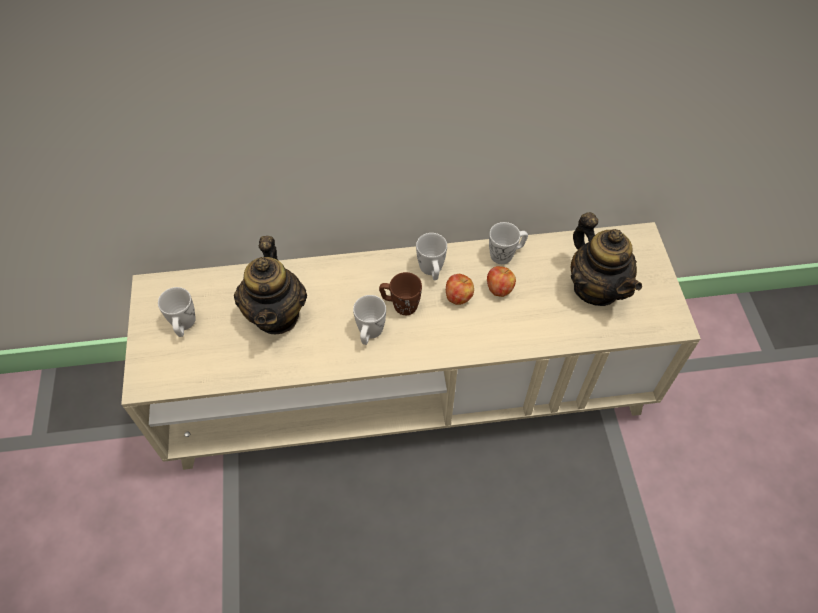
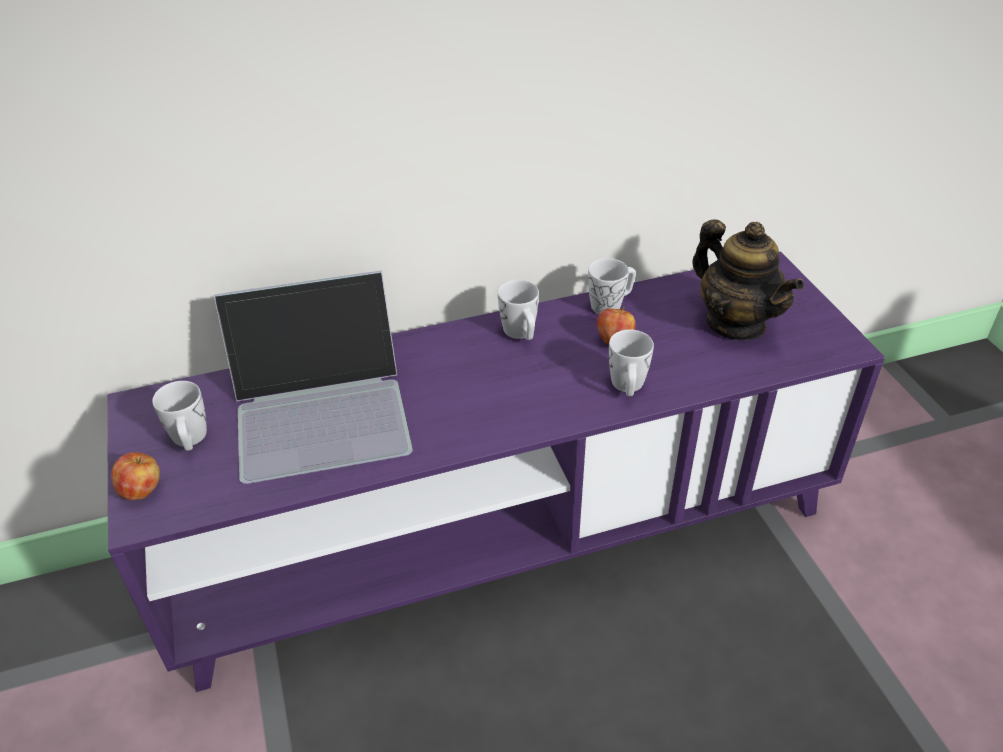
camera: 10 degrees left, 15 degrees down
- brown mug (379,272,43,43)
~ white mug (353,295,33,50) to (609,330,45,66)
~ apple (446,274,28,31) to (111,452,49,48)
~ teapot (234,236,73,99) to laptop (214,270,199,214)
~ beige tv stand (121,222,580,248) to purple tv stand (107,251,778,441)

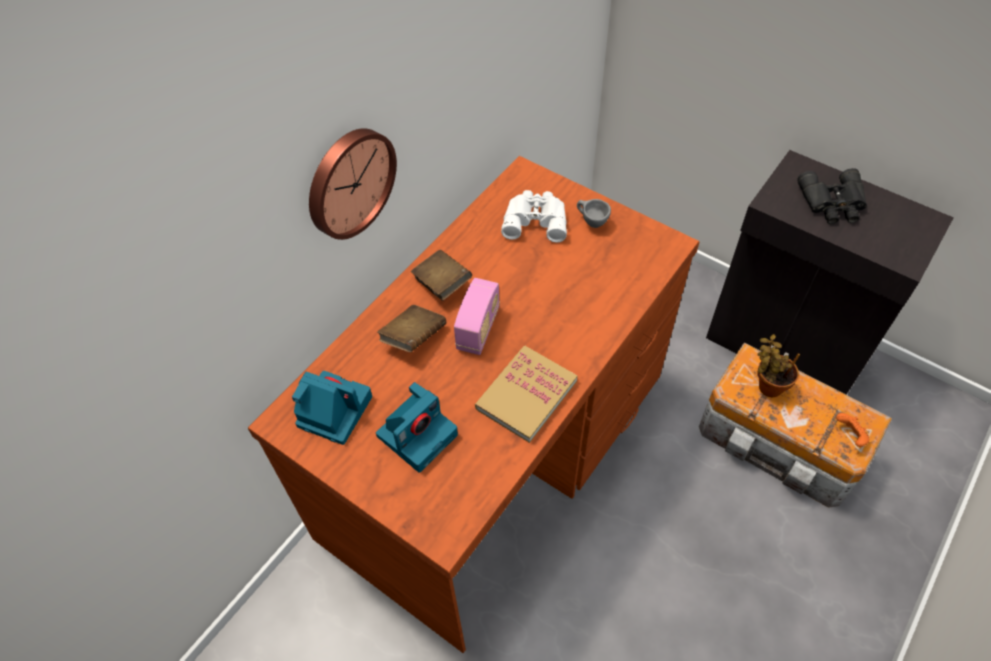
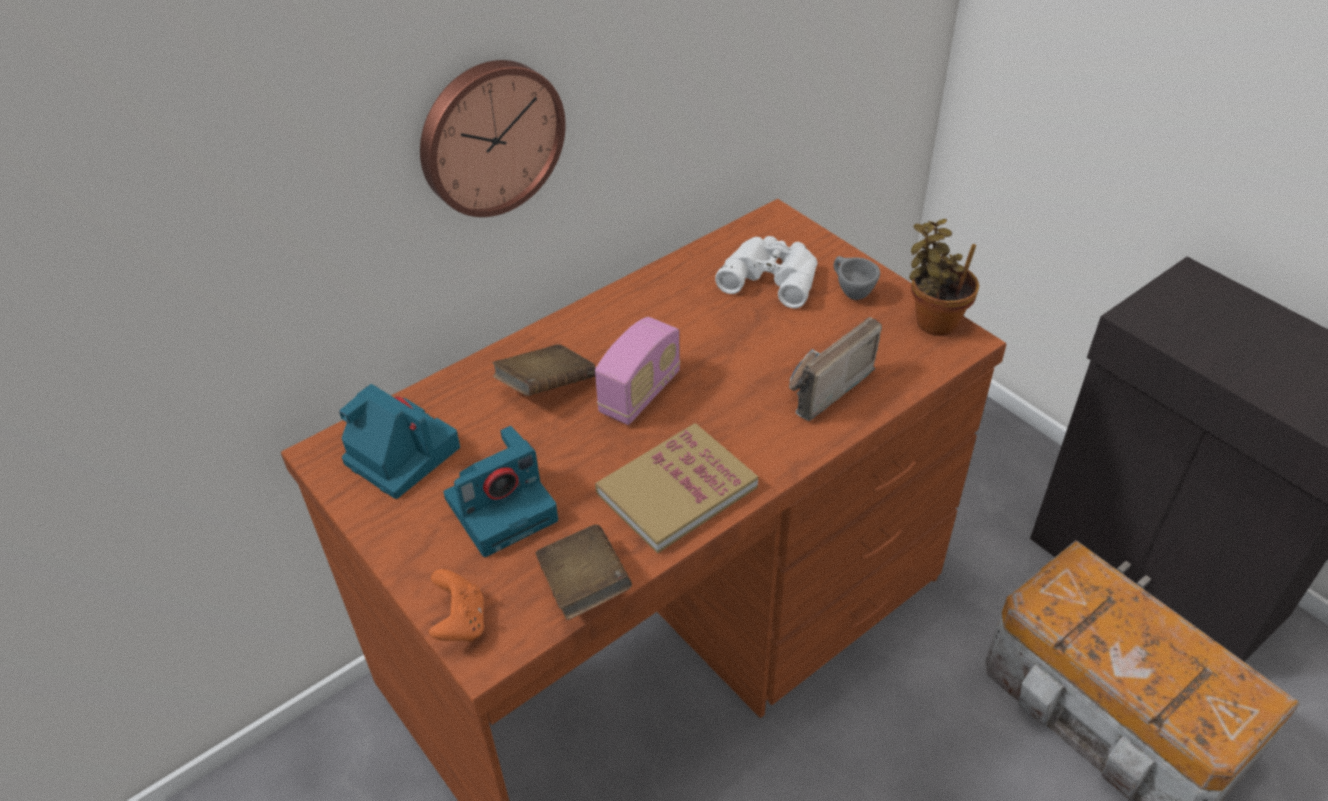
camera: 15 degrees right, 10 degrees down
- black binoculars (798,168,69,56)
+ radio (789,317,93,104)
~ brown book (411,250,61,51) to (536,525,96,95)
~ potted plant (757,334,43,63) to (909,219,70,117)
~ orange game controller (836,413,34,34) to (429,569,55,73)

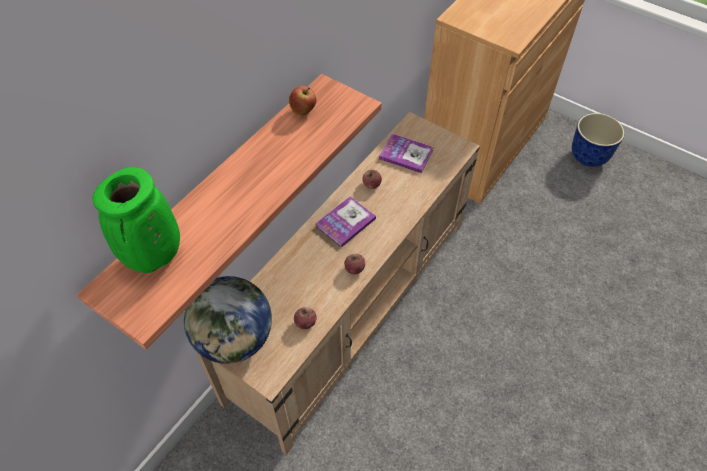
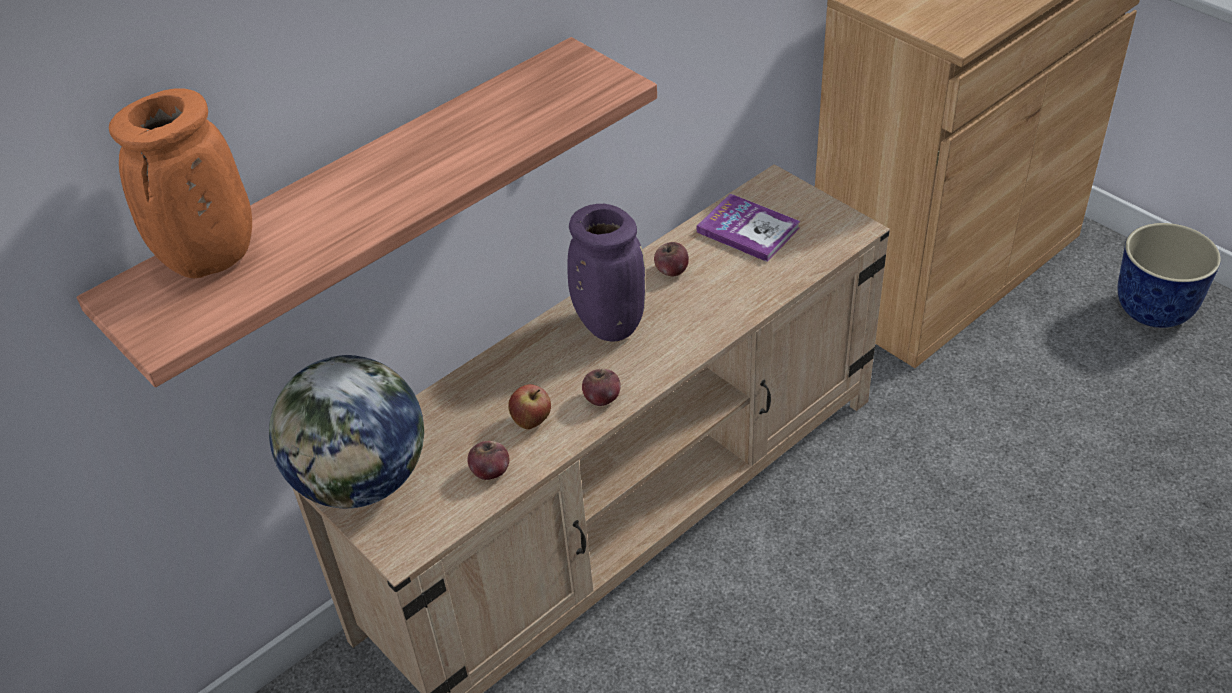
camera: 15 degrees right, 10 degrees down
~ apple (289,86,27,30) to (508,384,43,45)
~ book (315,196,61,52) to purple vase (567,204,79,138)
~ green vase (92,167,88,106) to orange vase (109,88,143,190)

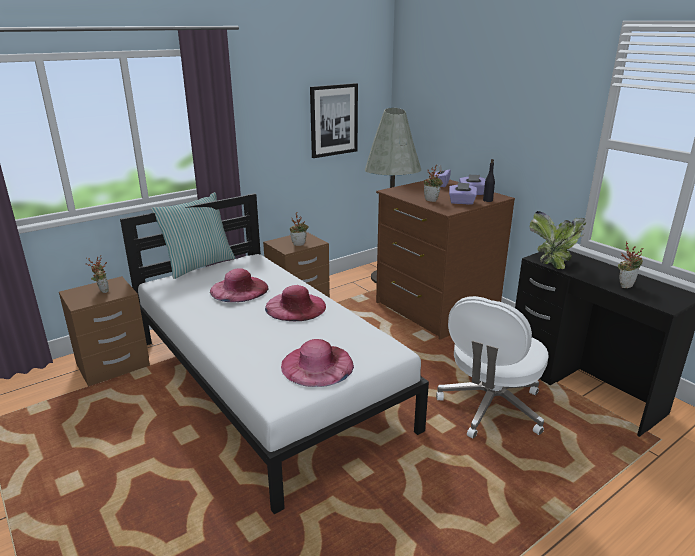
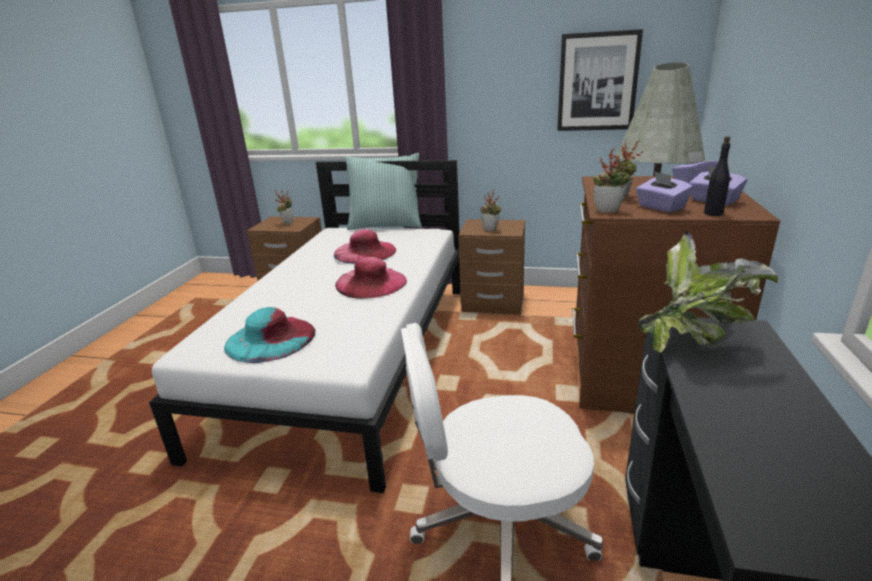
camera: 50 degrees right, 0 degrees up
~ potted plant (618,241,26,47) to (593,148,39,65)
~ pink hat (281,339,73,48) to turquoise hat (224,307,91,56)

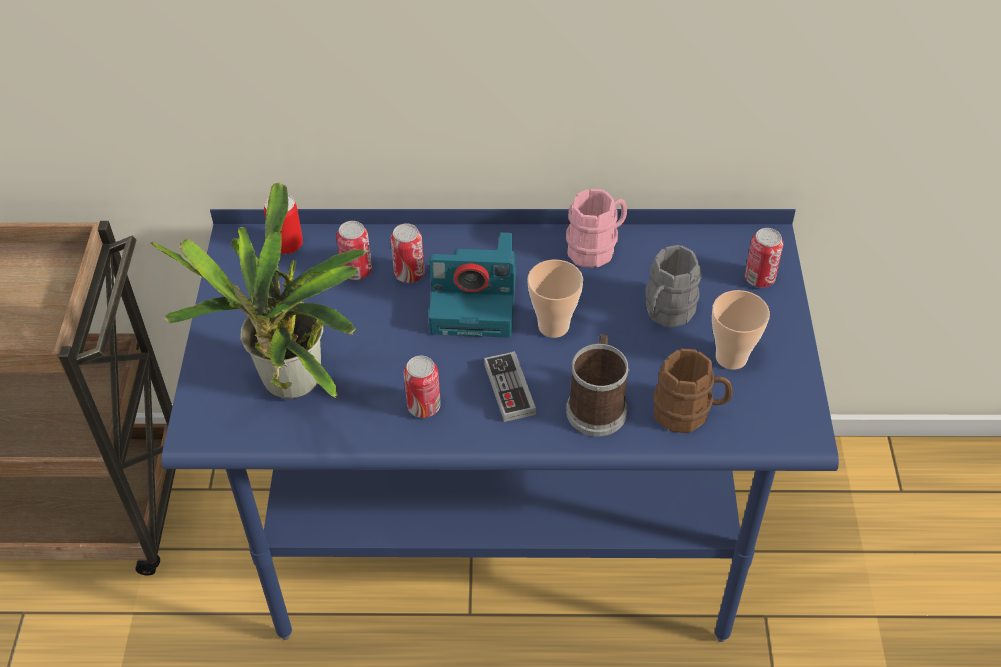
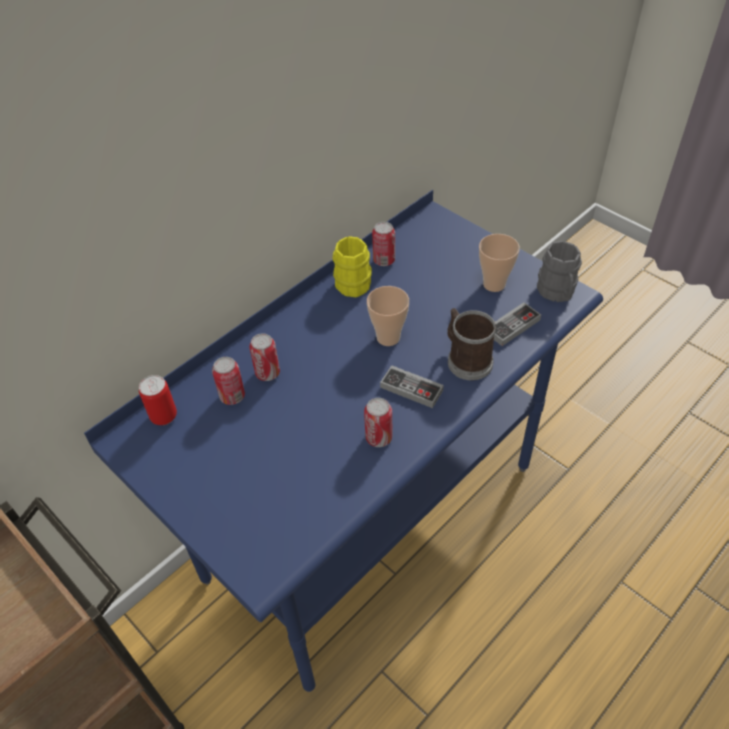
camera: 45 degrees left, 0 degrees up
- potted plant (151,182,216,217)
- photo camera (428,232,88,106)
~ grey mug (646,245,56,83) to (537,241,45,61)
~ can (745,228,38,60) to (372,222,23,44)
~ brown mug (653,349,79,84) to game controller (494,302,47,44)
~ pink mug (566,189,61,79) to yellow mug (333,236,39,61)

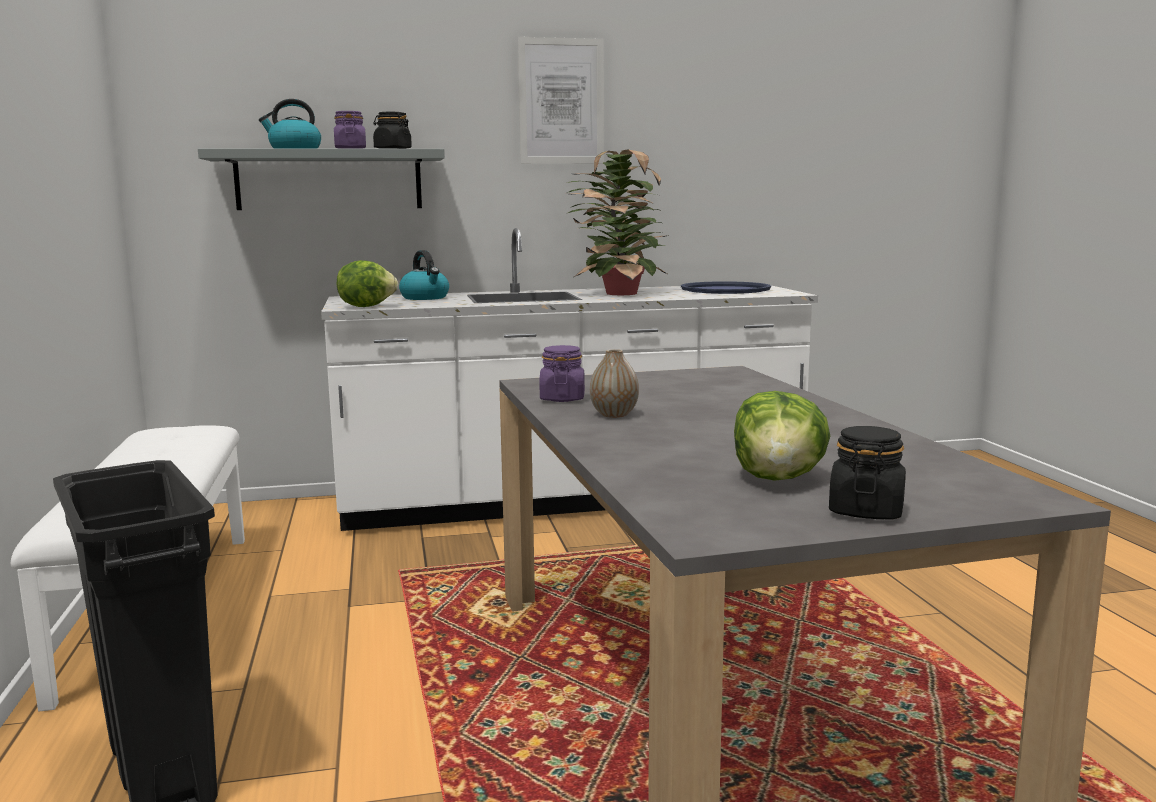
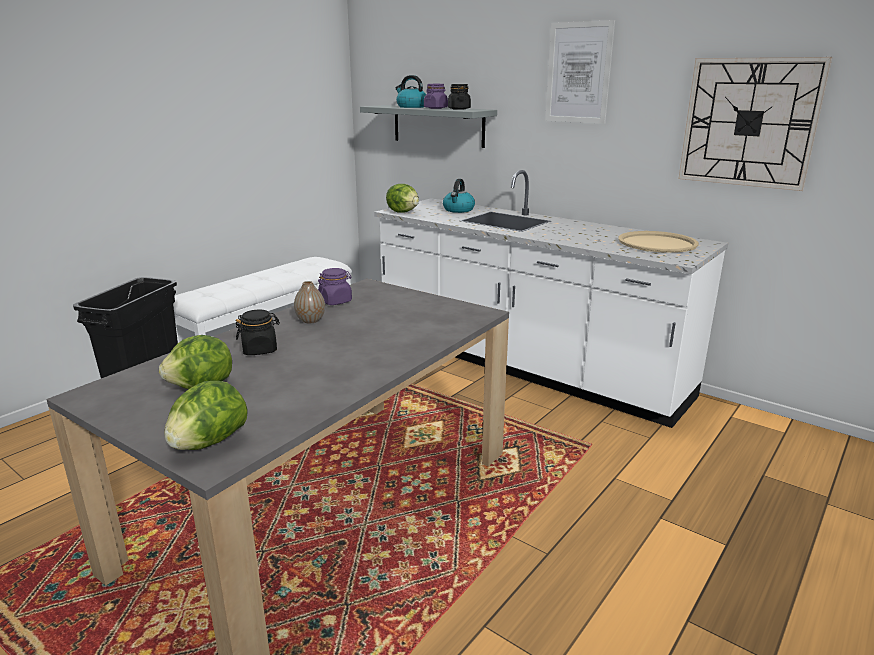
camera: 50 degrees right, 10 degrees up
- potted plant (566,149,103,146)
+ lettuce (164,381,84,69)
+ wall clock (678,57,154,134)
~ black jar (829,426,77,93) to (235,310,45,45)
~ blue tray (681,281,90,13) to beige tray (618,231,81,22)

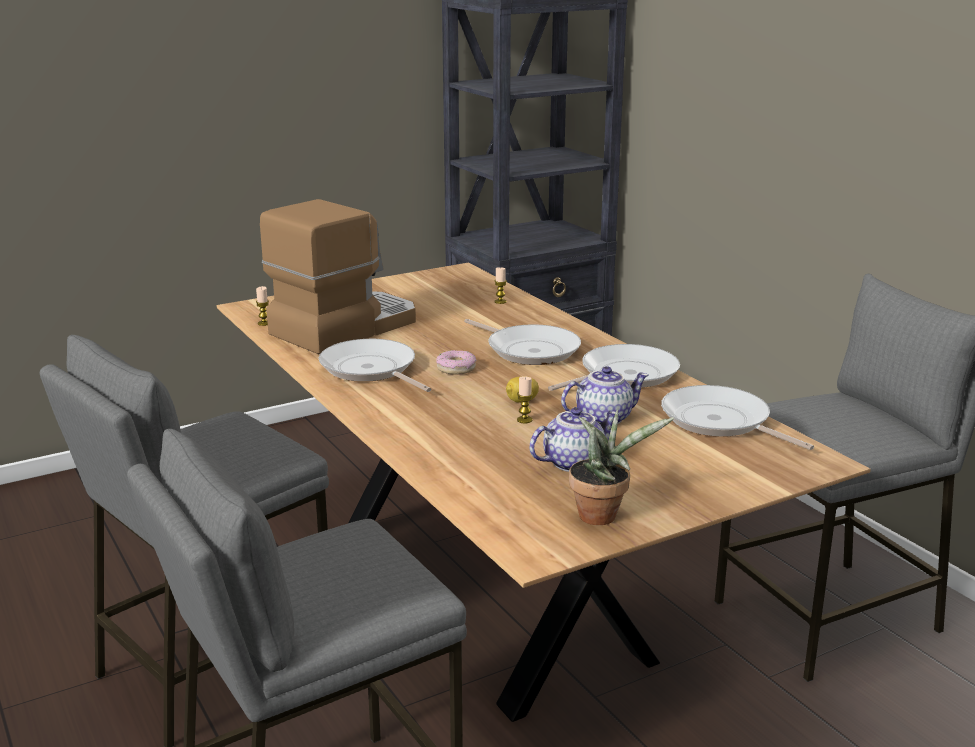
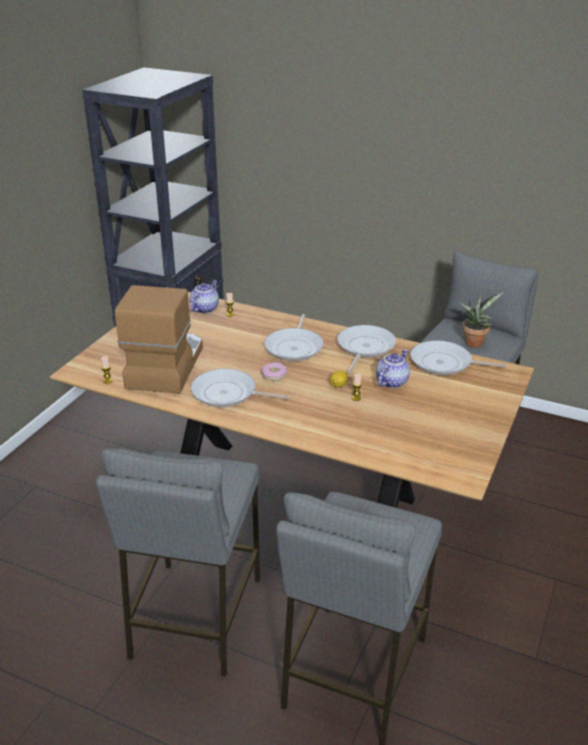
camera: 35 degrees left, 10 degrees up
~ teapot (530,407,89,65) to (190,280,29,33)
~ potted plant (569,409,105,116) to (459,292,44,55)
~ frying pan (464,319,117,46) = (264,314,59,47) 90 degrees clockwise

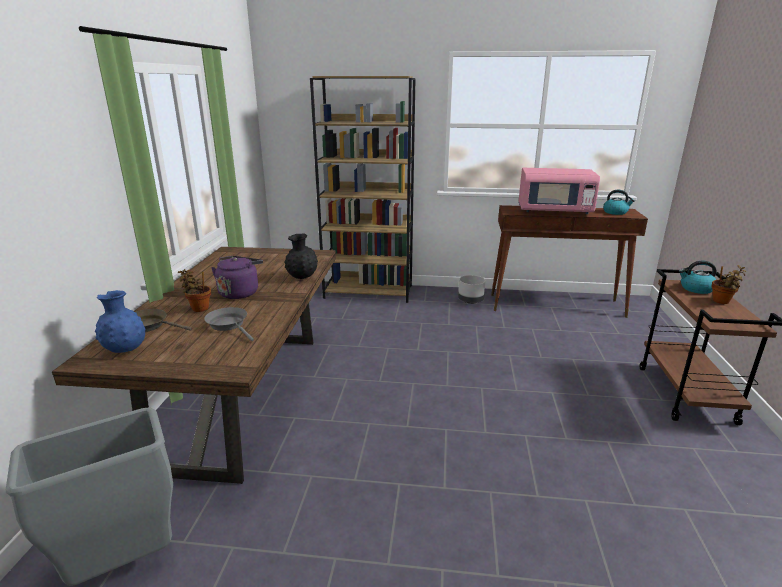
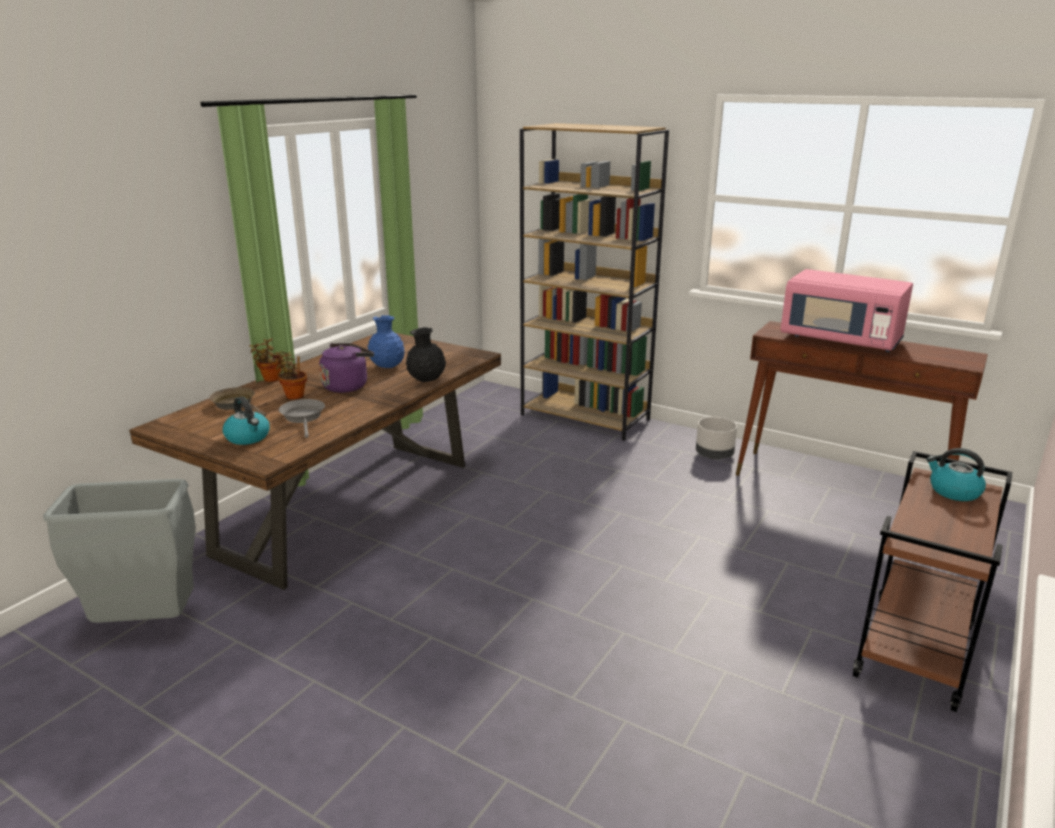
camera: 25 degrees right, 0 degrees up
~ blue vase (95,290,50,63) to (367,315,37,53)
~ kettle (603,190,32,25) to (223,397,47,48)
~ potted plant (711,265,35,39) to (249,338,34,44)

